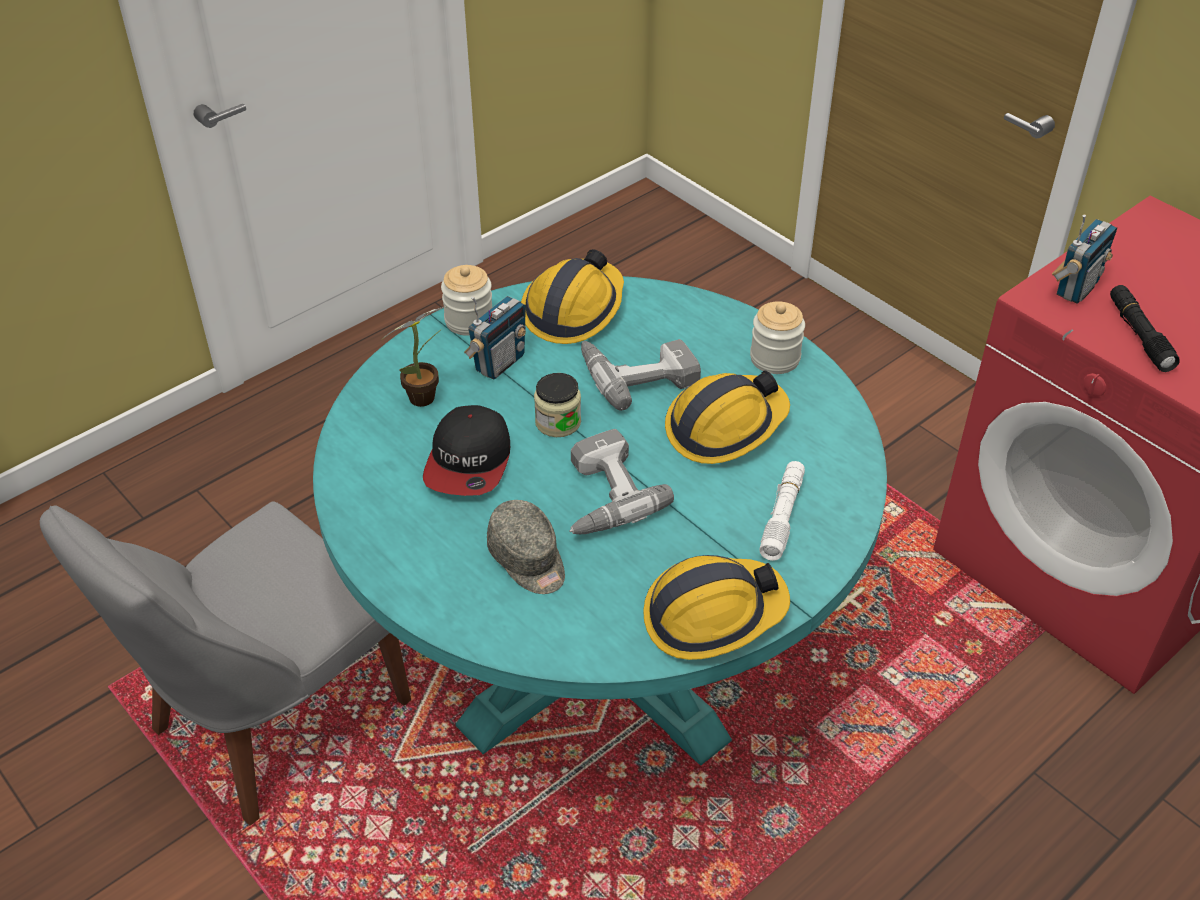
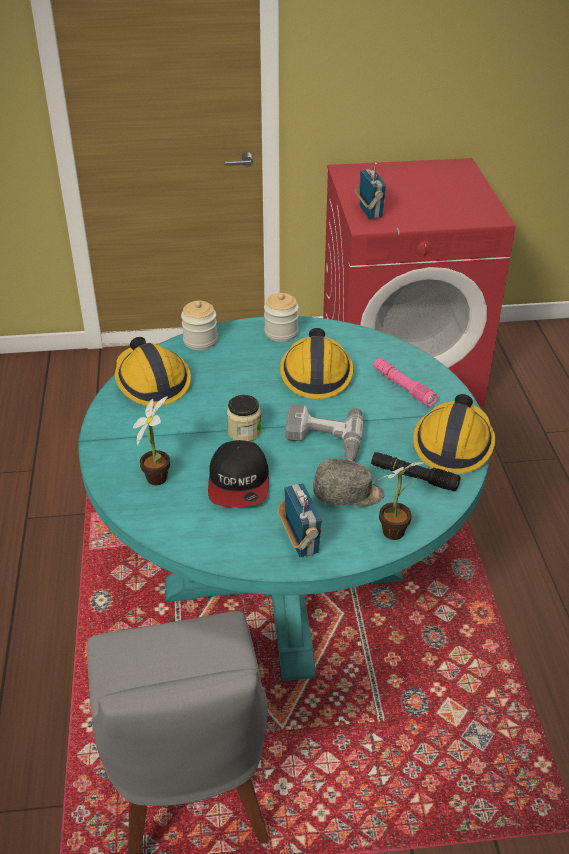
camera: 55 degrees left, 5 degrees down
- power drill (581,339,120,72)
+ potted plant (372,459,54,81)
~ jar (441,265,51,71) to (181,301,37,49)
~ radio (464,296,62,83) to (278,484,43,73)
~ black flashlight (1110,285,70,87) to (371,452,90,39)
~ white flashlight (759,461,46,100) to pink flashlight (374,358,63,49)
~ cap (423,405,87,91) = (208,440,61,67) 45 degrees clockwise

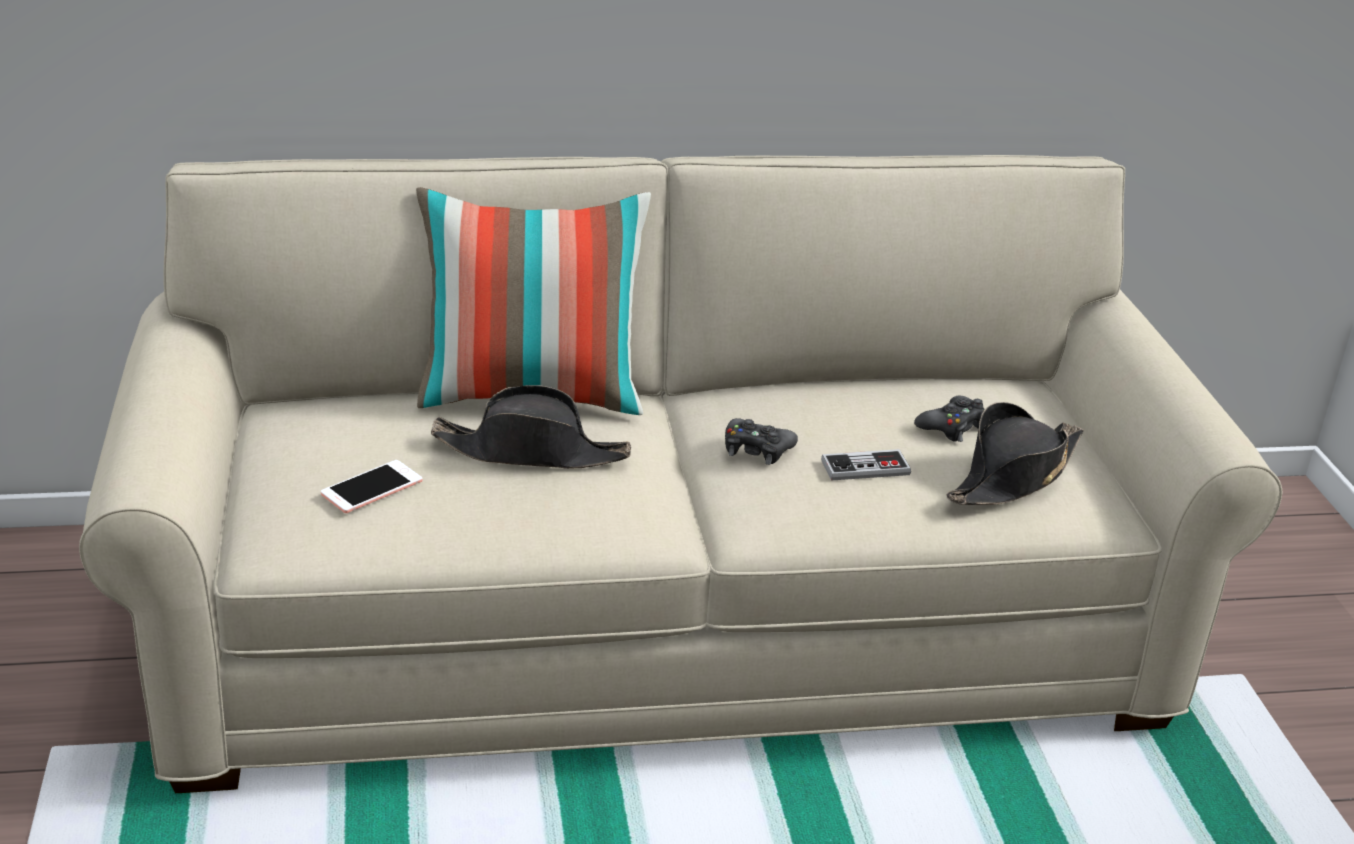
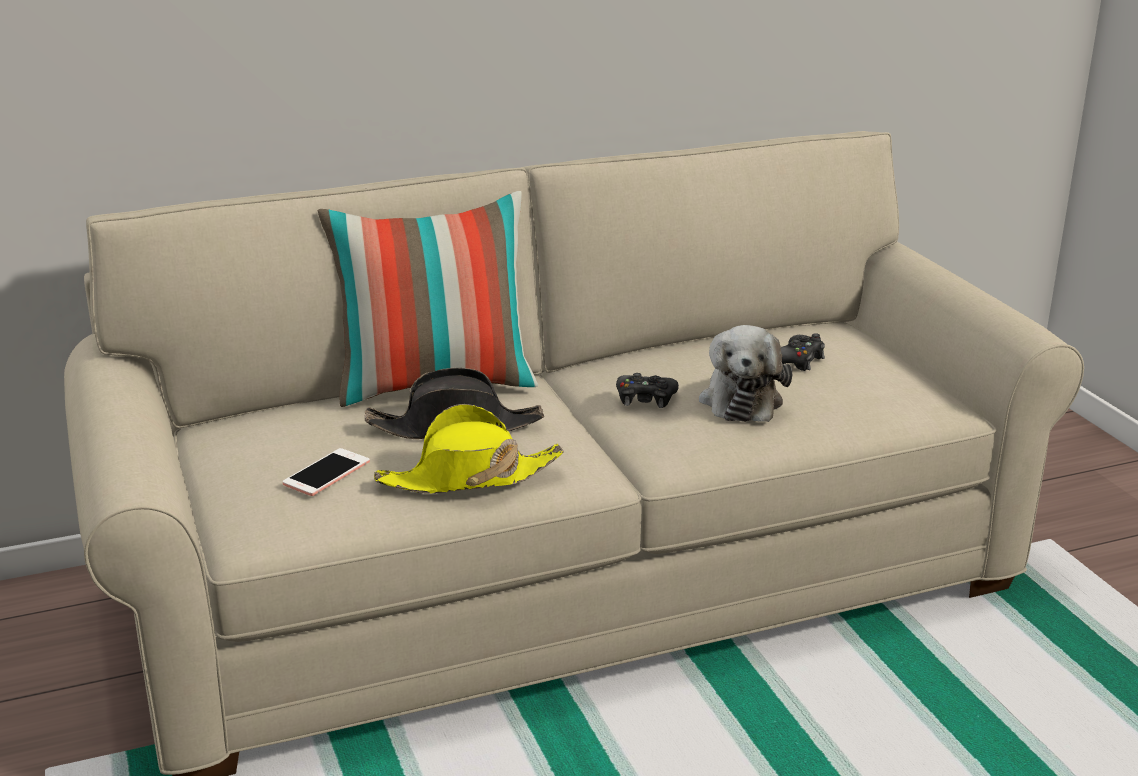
camera: 10 degrees left, 5 degrees down
- black hat (946,402,138,103)
+ yellow hat (374,404,190,90)
~ game controller (821,449,90,32) to plush toy (699,325,93,97)

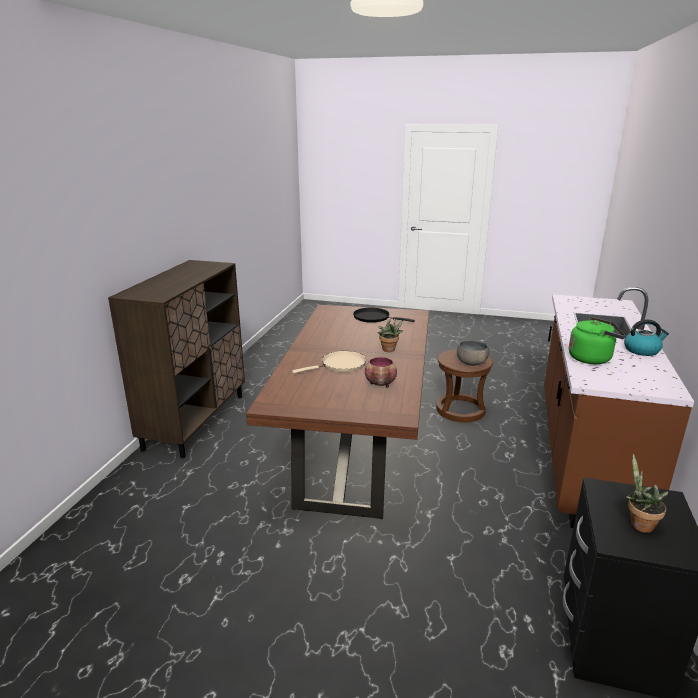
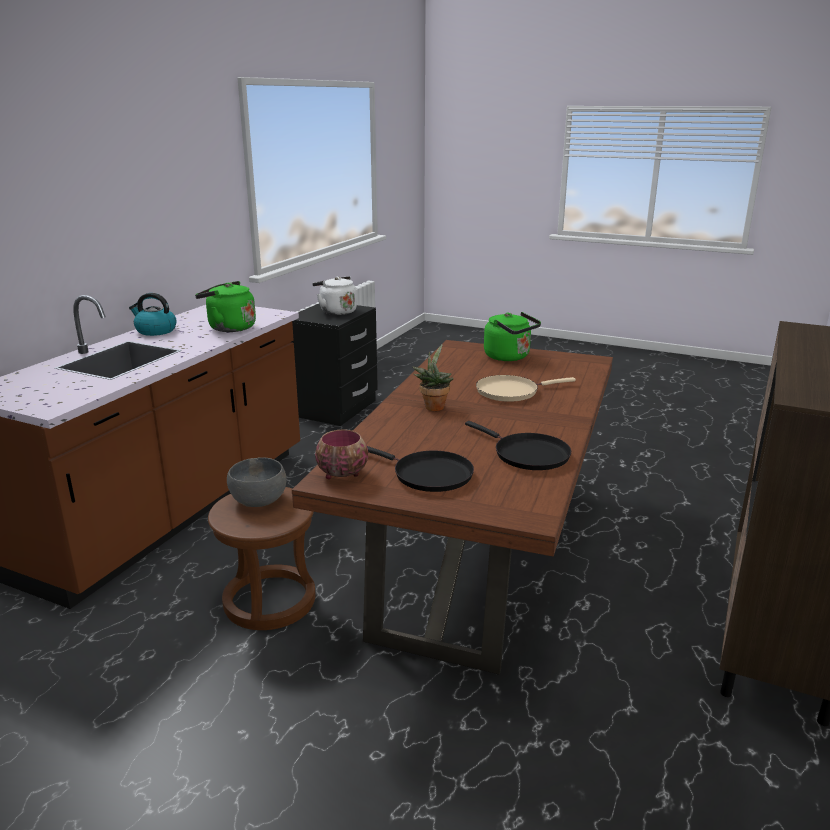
camera: 170 degrees left, 0 degrees up
+ black frying pan (465,421,106,49)
+ green kettle (484,312,57,49)
~ bowl (365,357,32,31) to (315,429,53,50)
~ potted plant (626,454,43,79) to white kettle (312,276,45,39)

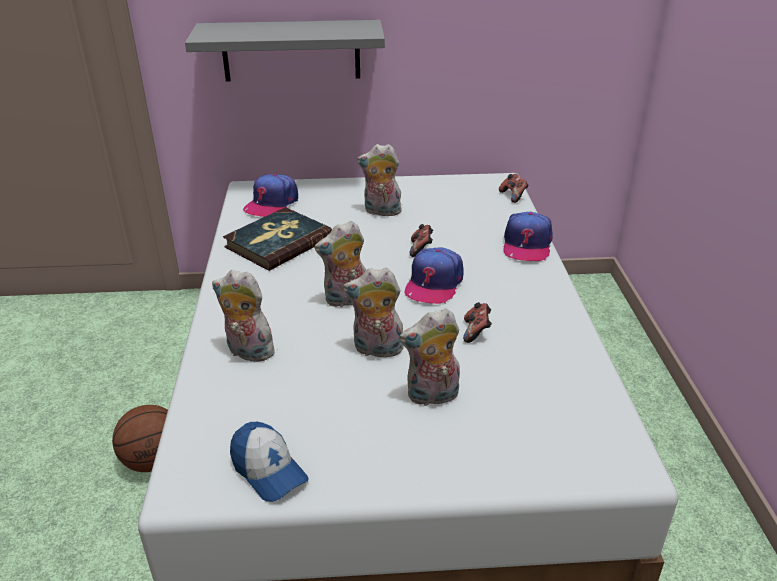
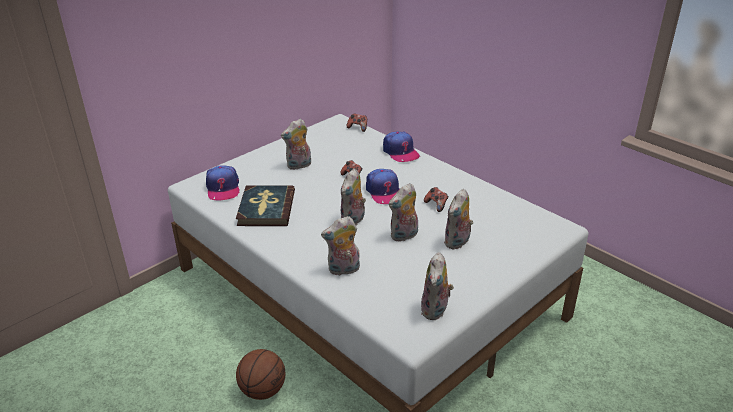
camera: 40 degrees left, 0 degrees up
- grey shelf (185,20,200,61)
~ cap (230,422,79,80) to plush toy (421,252,33,68)

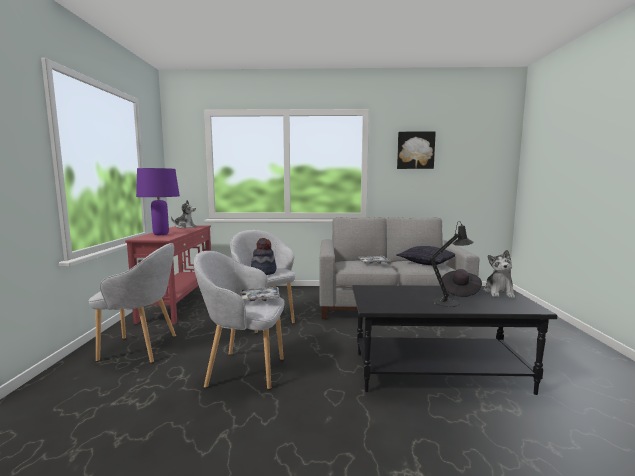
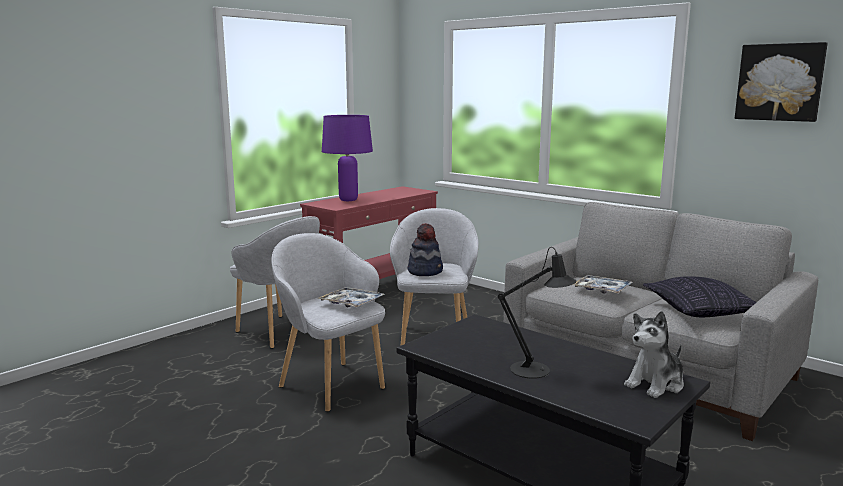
camera: 40 degrees right, 5 degrees up
- plush toy (171,200,26,29)
- black hat (442,269,40,28)

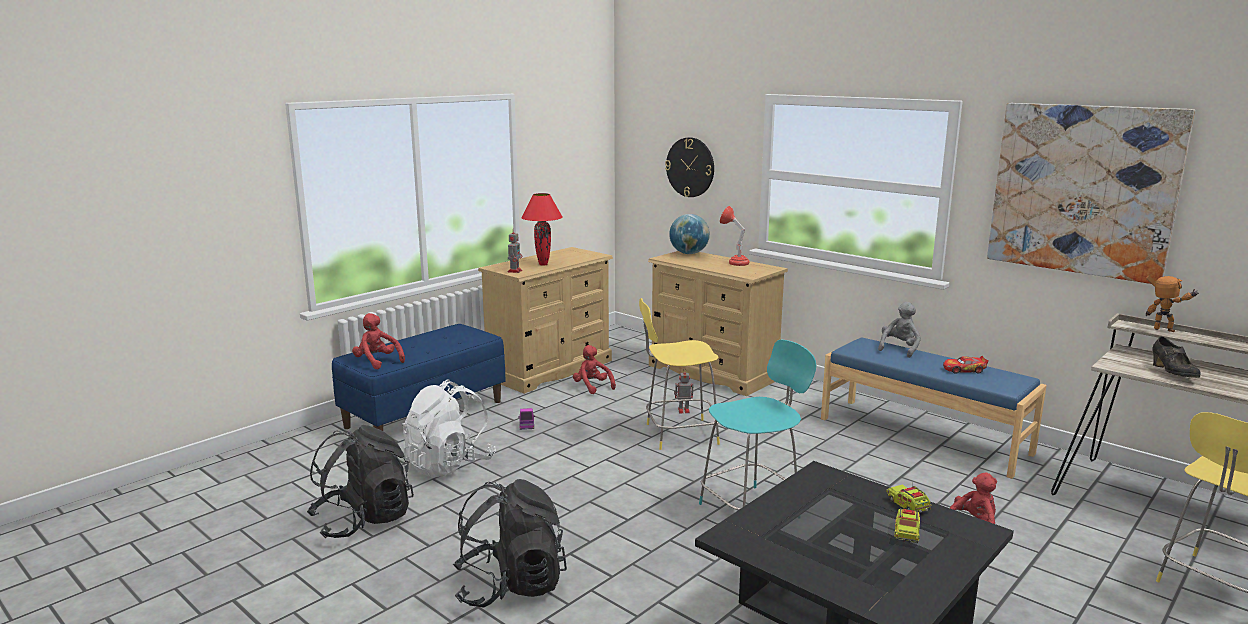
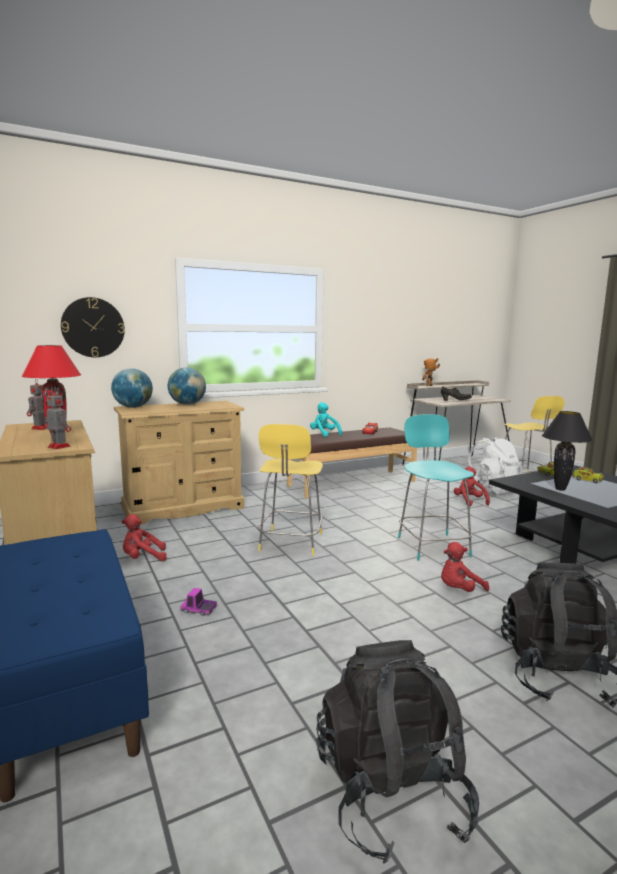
camera: 70 degrees left, 5 degrees down
- picture (987,103,208,181)
+ black table lamp (542,411,51,80)
~ red plush toy (352,313,53,56) to (441,542,48,50)
~ white backpack (403,379,93,99) to (462,437,61,58)
~ toy robot (674,370,19,43) to (27,379,20,51)
~ red table lamp (720,206,29,60) to globe (168,367,38,38)
~ blue bench (821,337,226,142) to brown bench (287,428,130,70)
~ grey plush toy (878,302,43,56) to turquoise plush toy (310,402,32,35)

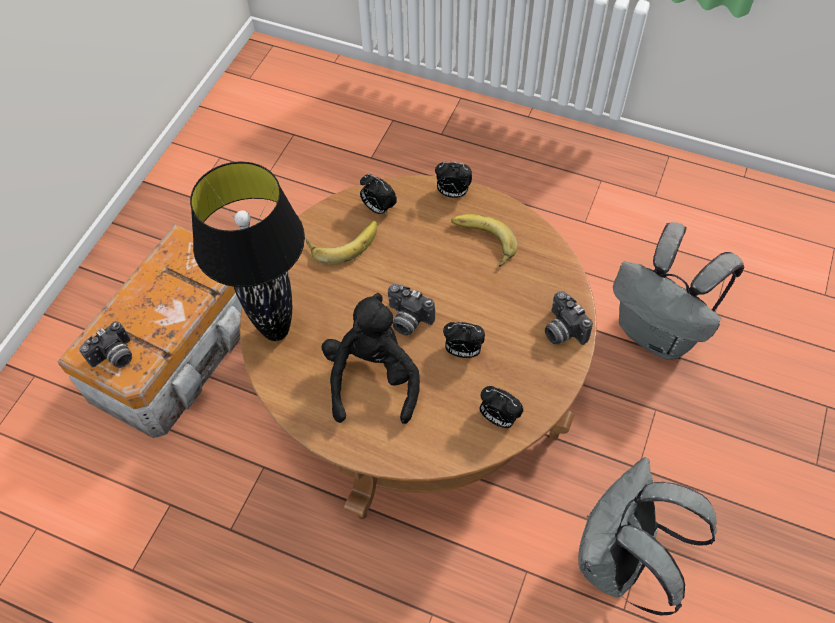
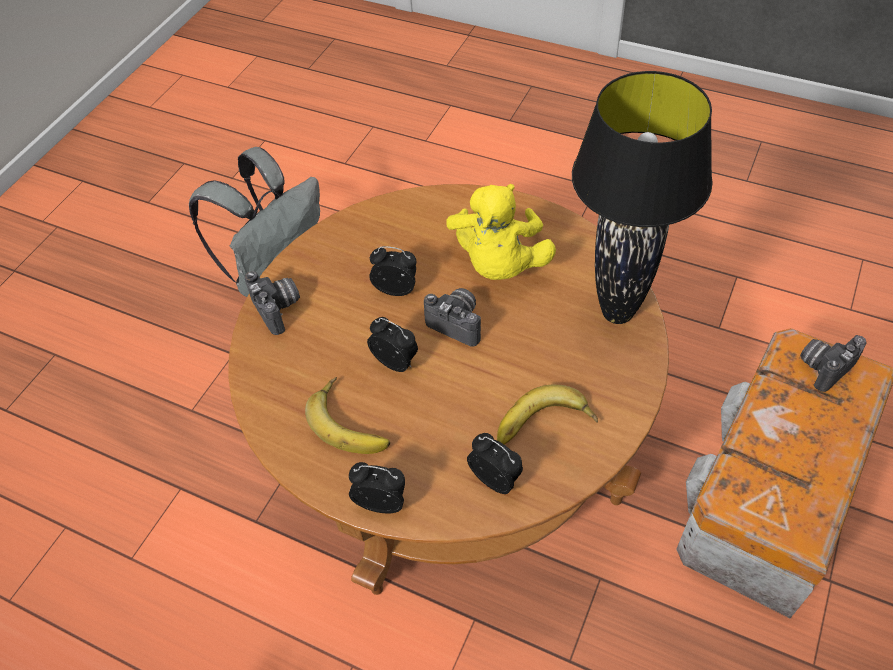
camera: 175 degrees left, 5 degrees down
- grey backpack (613,222,131,138)
~ alarm clock (479,386,45,42) to (367,317,51,55)
~ black plush toy (322,293,98,131) to yellow plush toy (446,184,110,96)

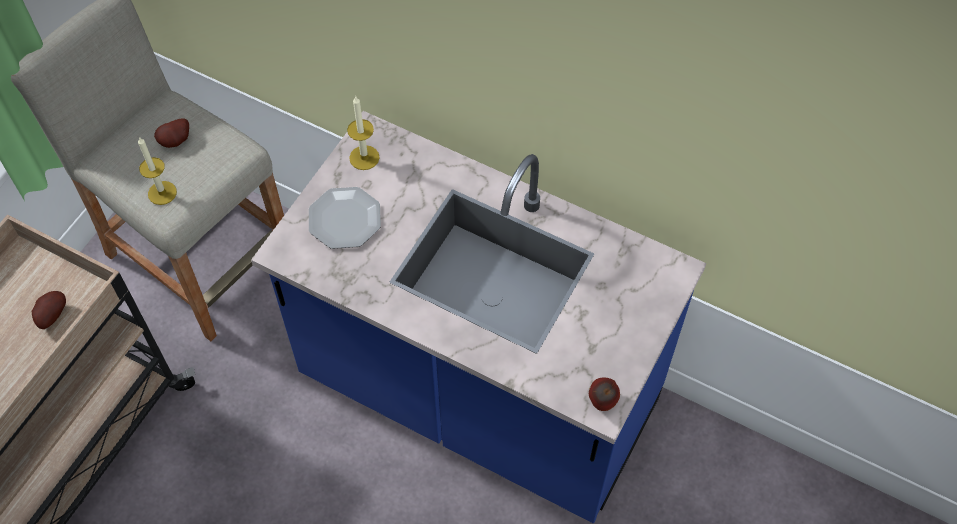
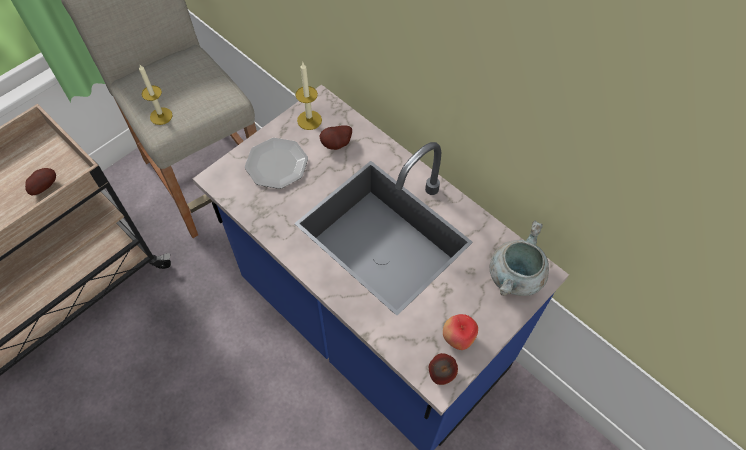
camera: 15 degrees right, 0 degrees up
+ apple (443,314,35,36)
+ grey cooking pot (490,221,59,75)
~ potato (154,118,35,30) to (319,125,33,25)

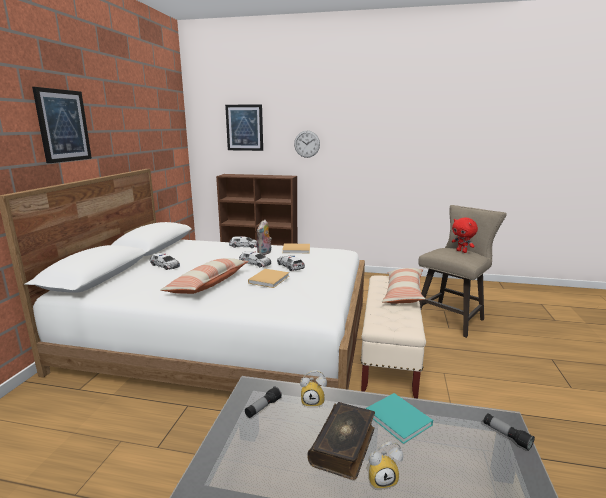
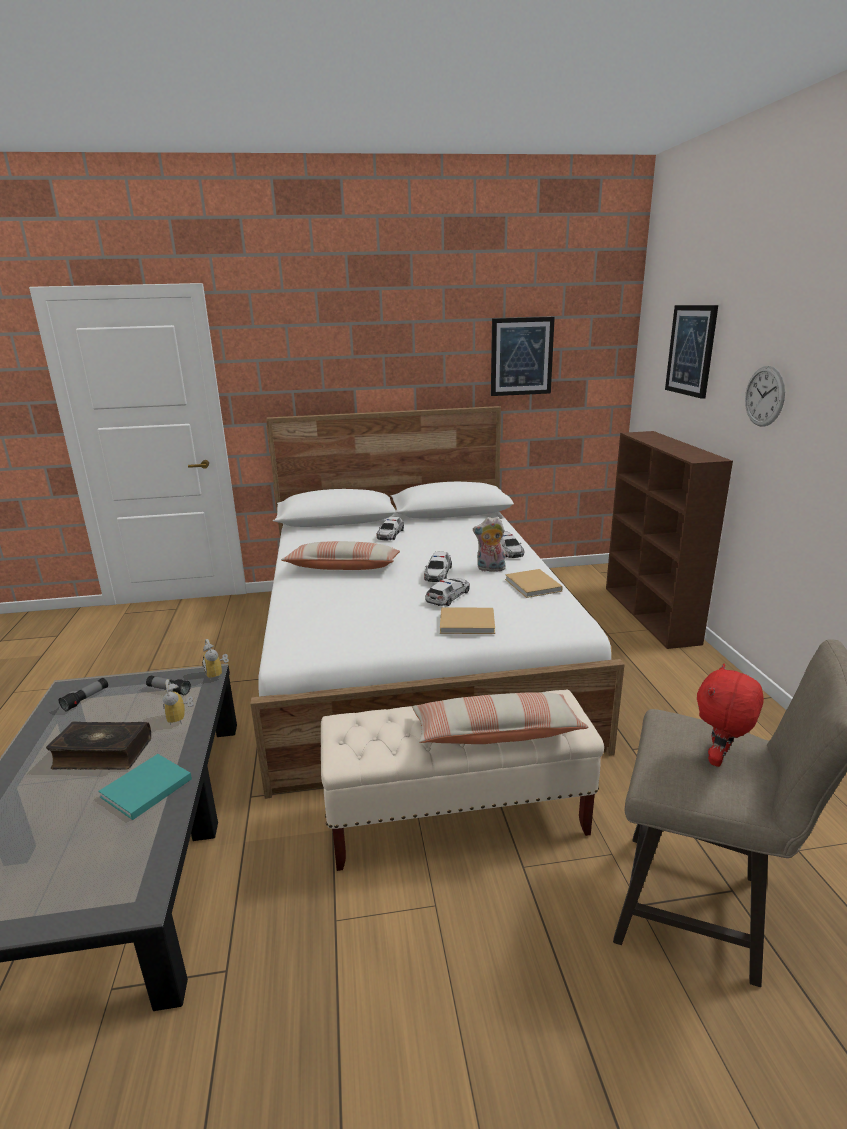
camera: 70 degrees right, 5 degrees up
~ picture (32,87,60,76) to (491,317,64,79)
~ beige book (248,269,41,19) to (440,607,55,27)
~ alarm clock (369,441,34,49) to (202,639,27,41)
~ flashlight (484,413,51,38) to (59,678,49,33)

